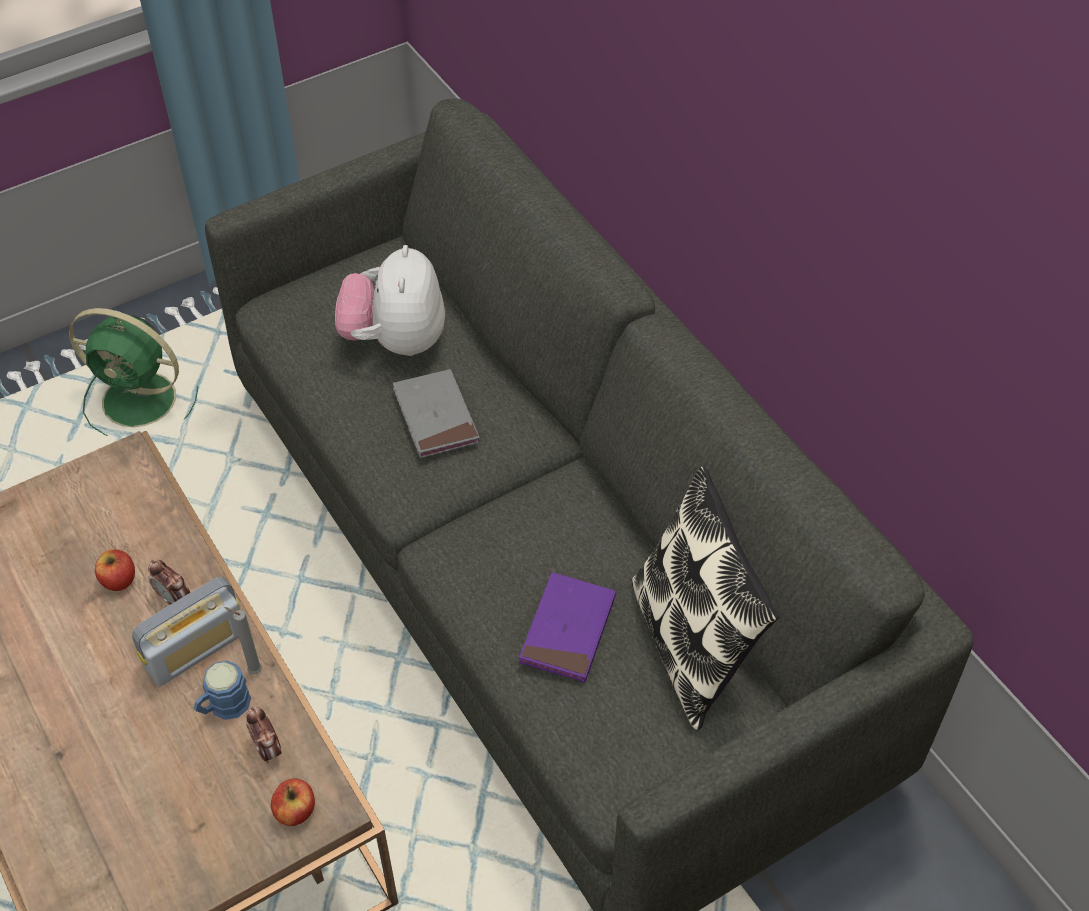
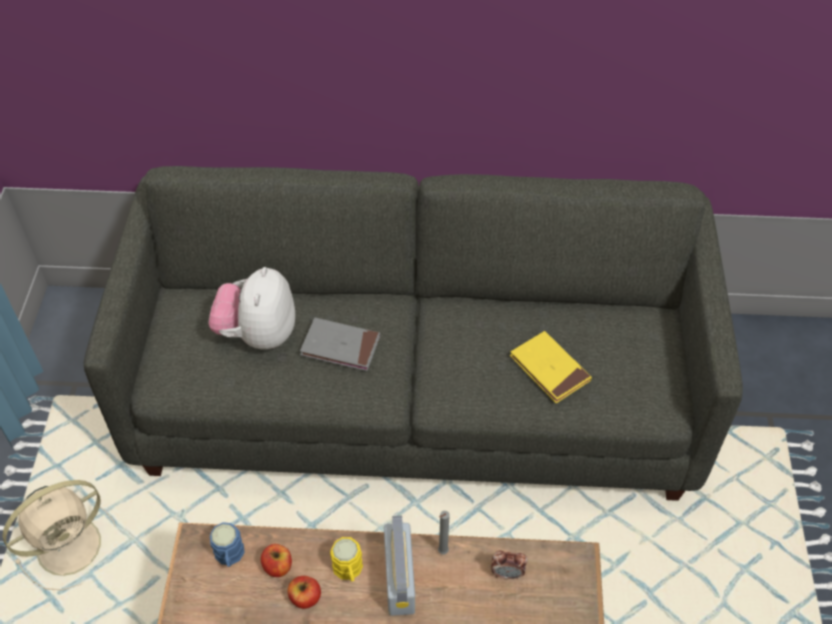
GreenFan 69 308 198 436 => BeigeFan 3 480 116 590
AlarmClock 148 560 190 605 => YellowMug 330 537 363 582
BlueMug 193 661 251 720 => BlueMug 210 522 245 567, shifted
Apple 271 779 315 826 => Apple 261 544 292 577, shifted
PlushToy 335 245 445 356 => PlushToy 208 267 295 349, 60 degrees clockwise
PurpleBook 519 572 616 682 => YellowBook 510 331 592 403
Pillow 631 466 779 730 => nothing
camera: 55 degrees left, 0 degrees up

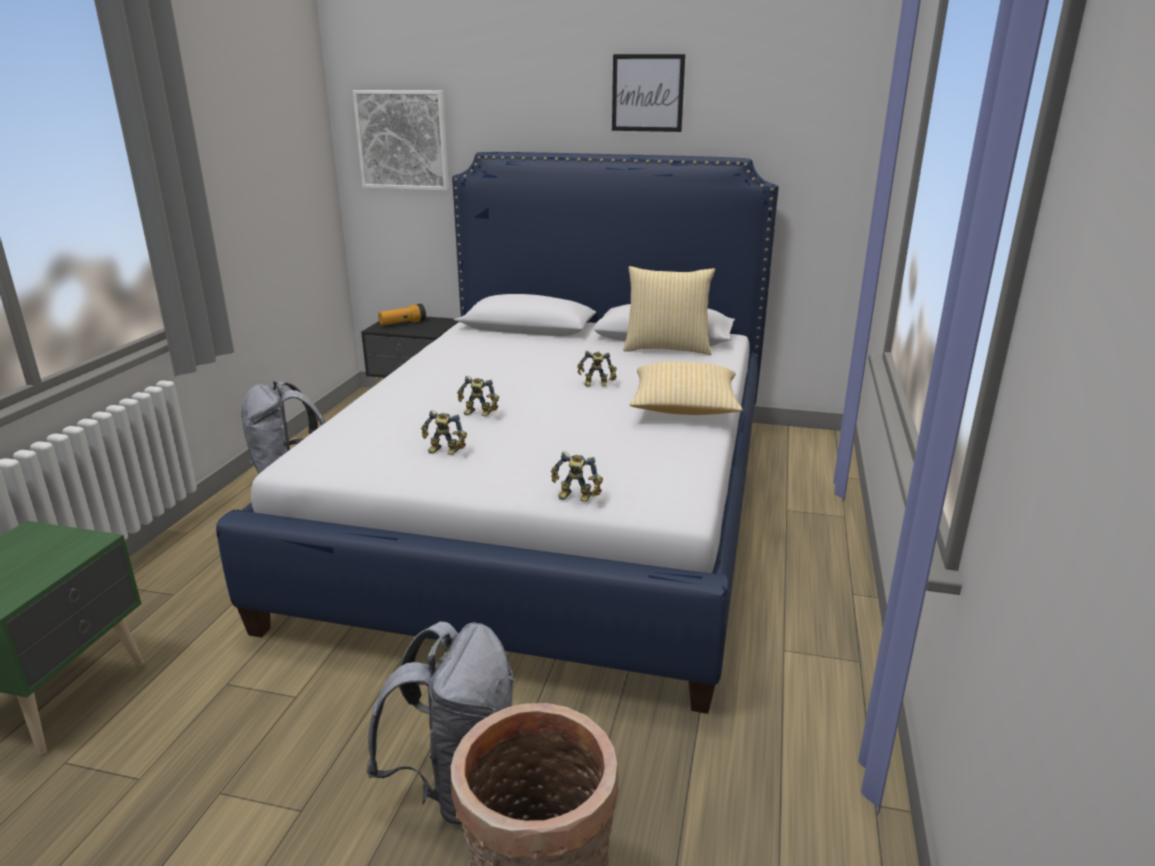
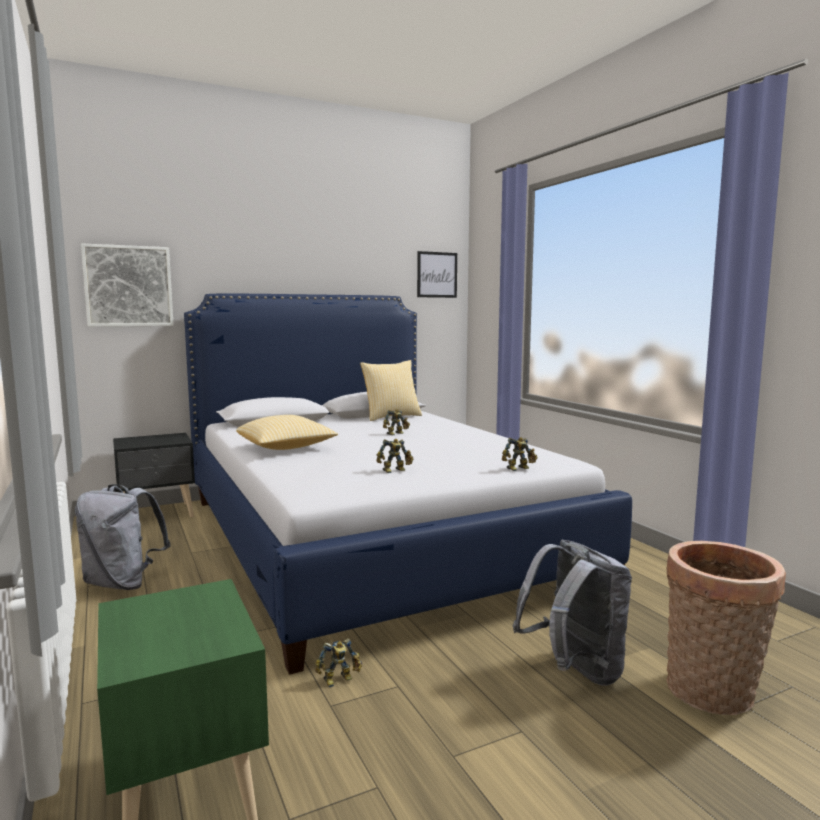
Flashlight 378 304 426 325 => nothing
ToyRobot 457 376 499 416 => ToyRobot 315 638 362 687, shifted
Picture 612 54 685 132 => Picture 417 251 457 298, shifted
Pillow 630 361 743 415 => Pillow 236 415 338 450, shifted
camera: 40 degrees left, 15 degrees down

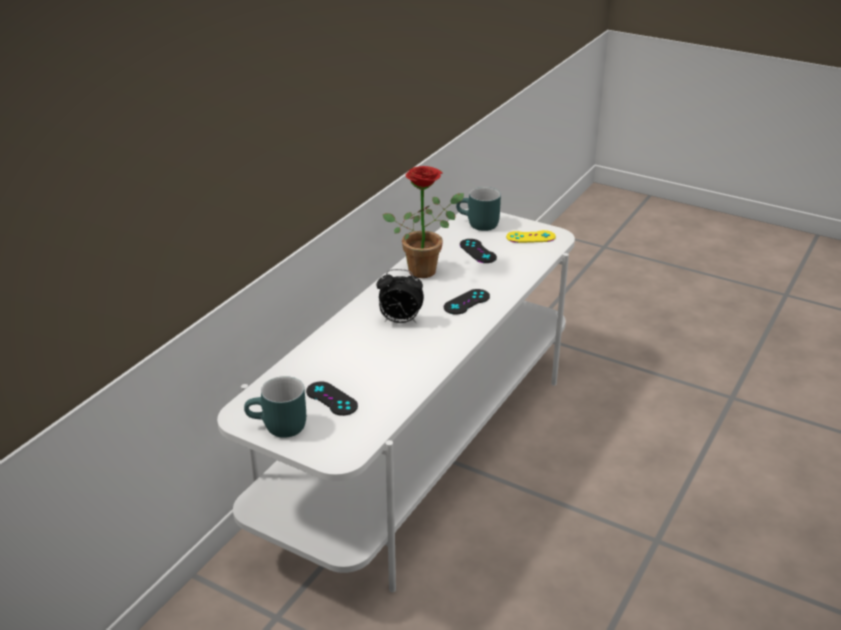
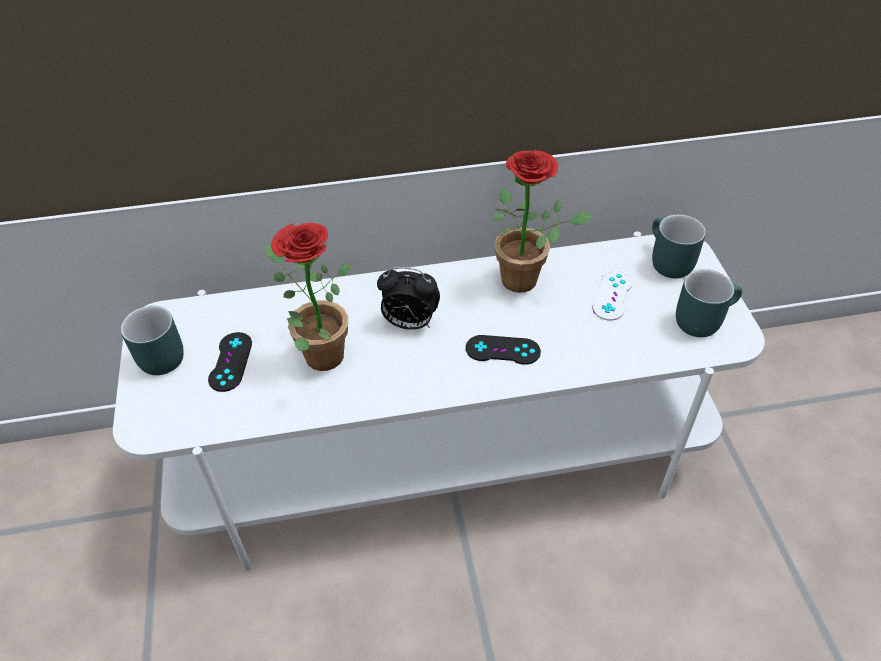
AlarmClock 376 269 424 323 => AlarmClock 377 267 440 330, 45 degrees counterclockwise
BlackGameController 460 239 497 263 => WhiteGameController 592 270 633 321
YellowGameController 506 230 556 243 => TurquoiseMug 676 269 742 337
nothing => PottedPlant 265 223 351 371
camera: 50 degrees right, 15 degrees up

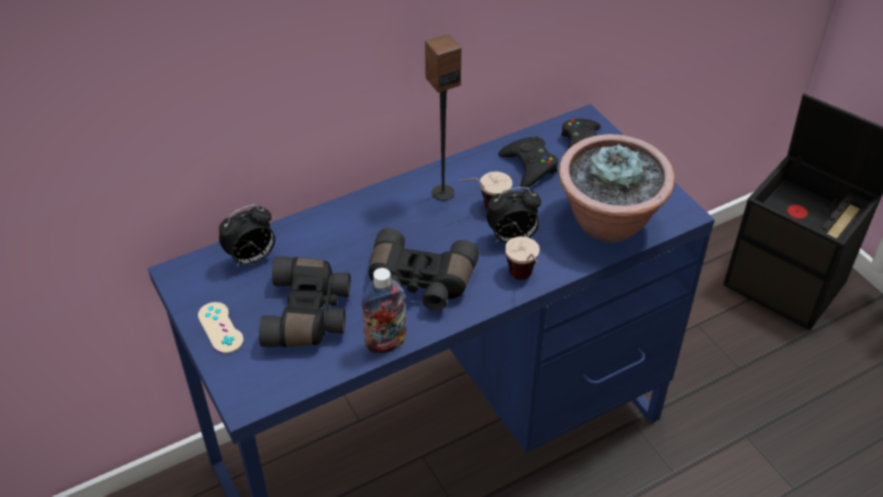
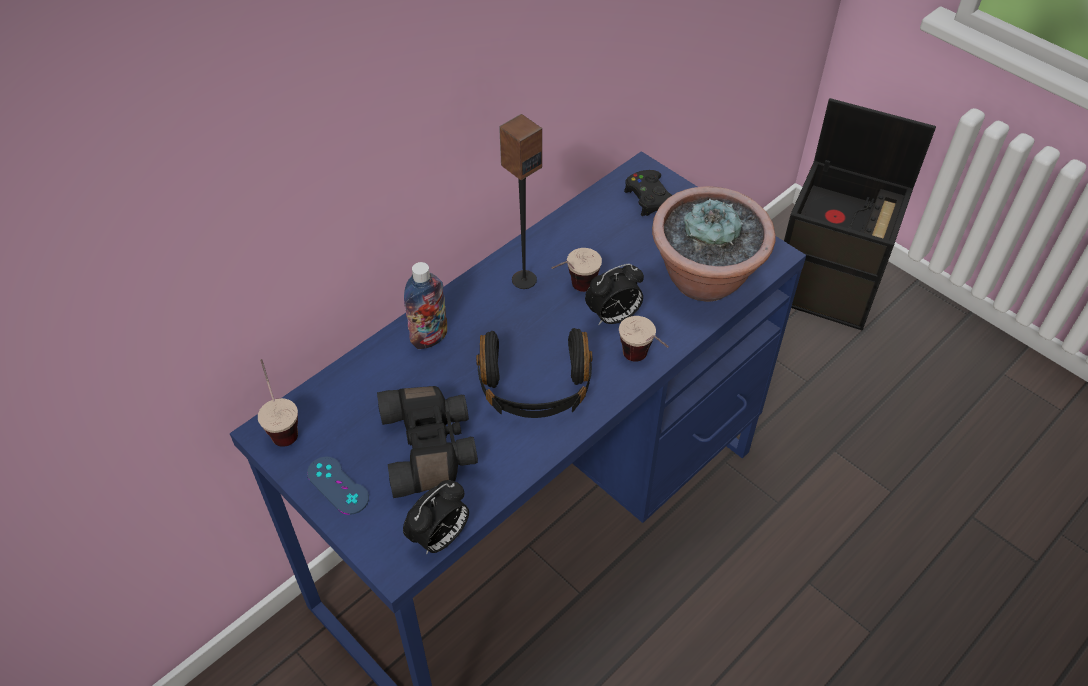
BeigeGameController 198 302 244 354 => BlueGameController 307 457 369 515
AlarmClock 219 204 275 267 => AlarmClock 403 480 469 554, shifted
Bottle 361 268 406 353 => Bottle 404 262 447 349, shifted
BlackBinoculars 369 228 479 311 => BlackHeadphones 476 328 592 418
BlackGameController 498 136 558 189 => nothing
nothing => Cup 258 359 298 447
camera: 15 degrees left, 5 degrees up

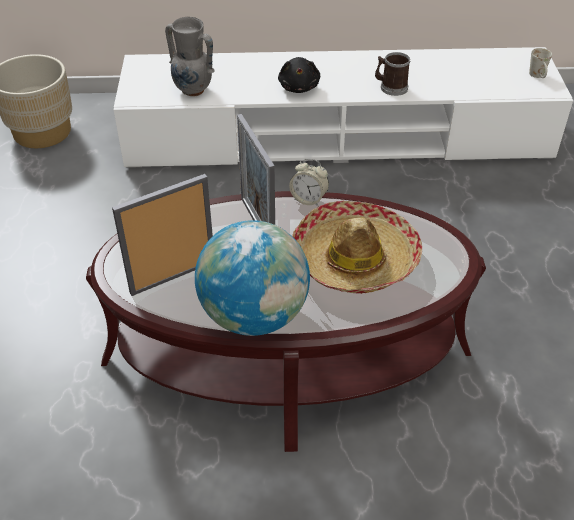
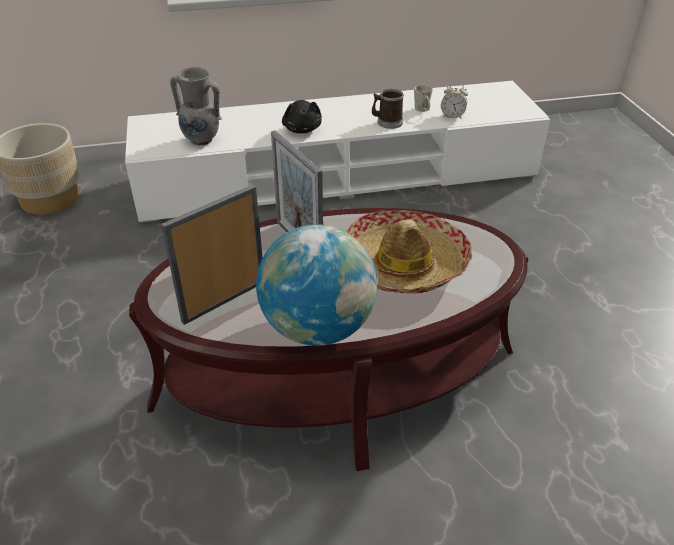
AlarmClock 289 158 329 206 => AlarmClock 441 83 468 118, shifted
WhiteMug 529 48 552 78 => WhiteMug 414 85 433 112, shifted
camera: 10 degrees left, 5 degrees down

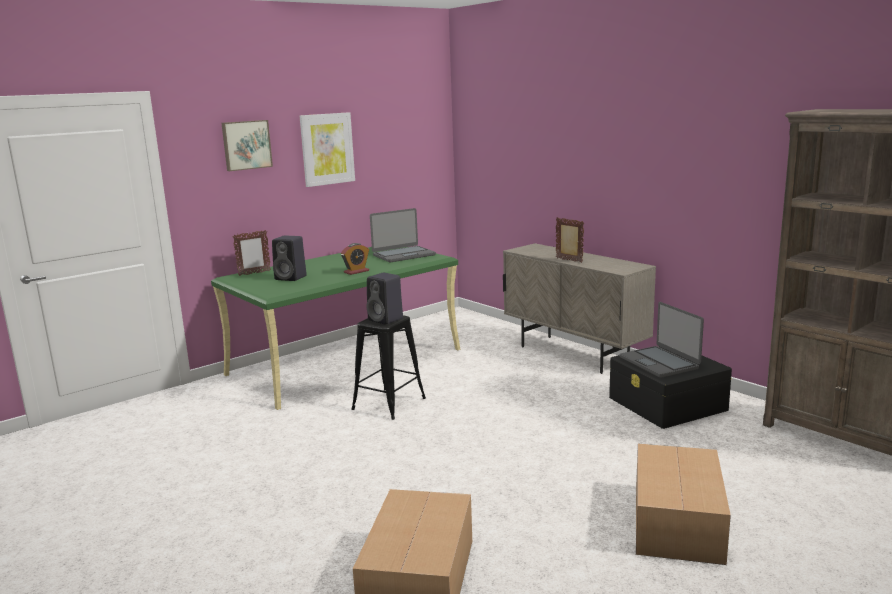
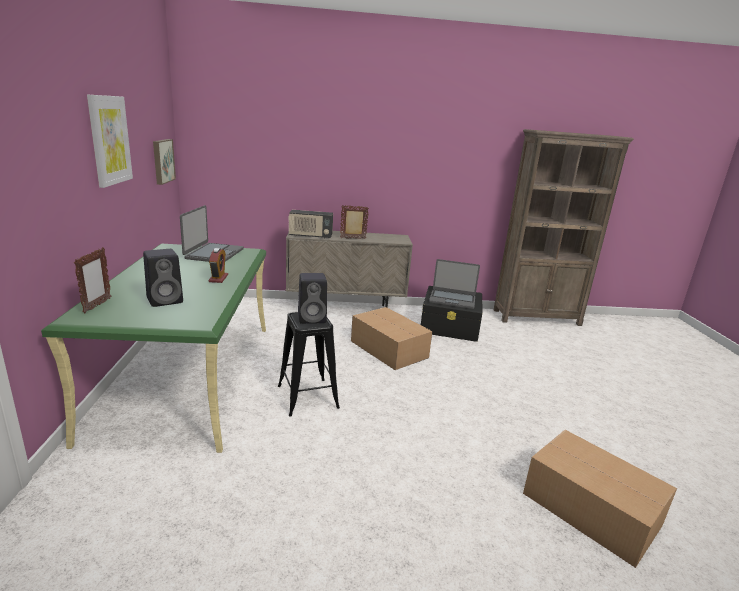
Picture 221 120 273 171 => Picture 153 139 176 185, shifted
CardboardBox 636 444 731 565 => CardboardBox 351 307 433 370, shifted
nothing => Radio 288 210 333 239
camera: 55 degrees left, 5 degrees up

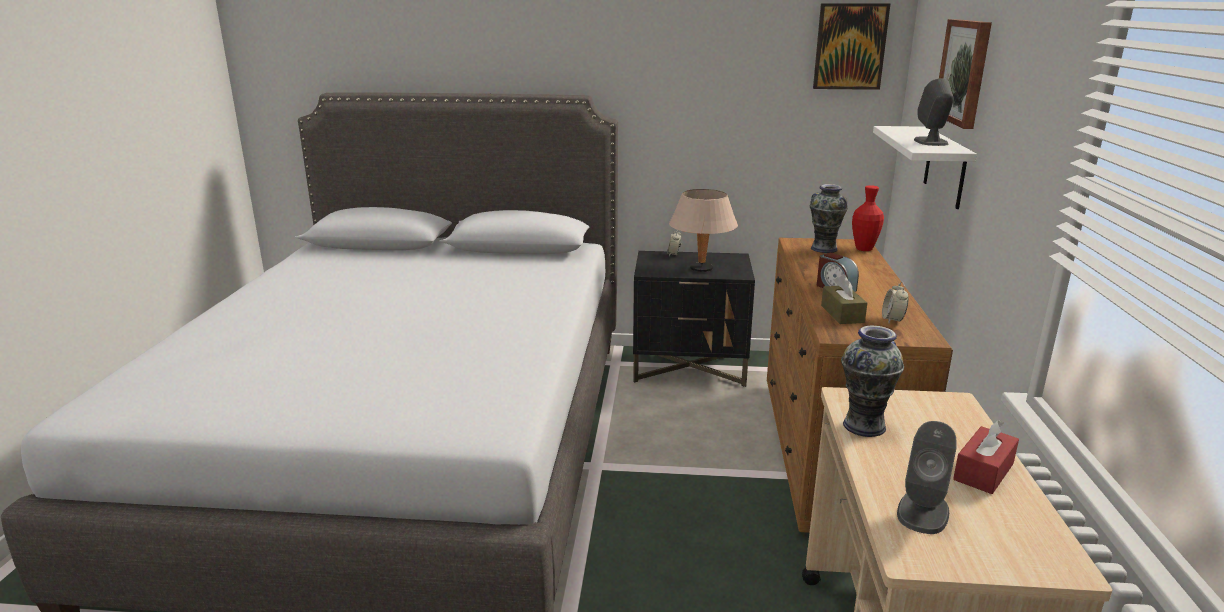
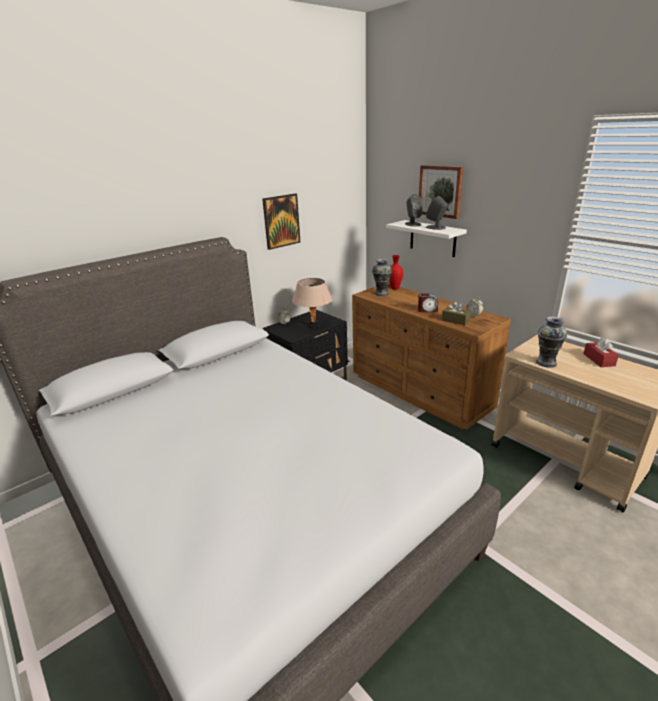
Picture 813 3 890 90 => Picture 262 194 301 250, shifted
GreySpeaker 897 421 957 534 => GreySpeaker 405 194 423 227, shifted
camera: 45 degrees left, 5 degrees up

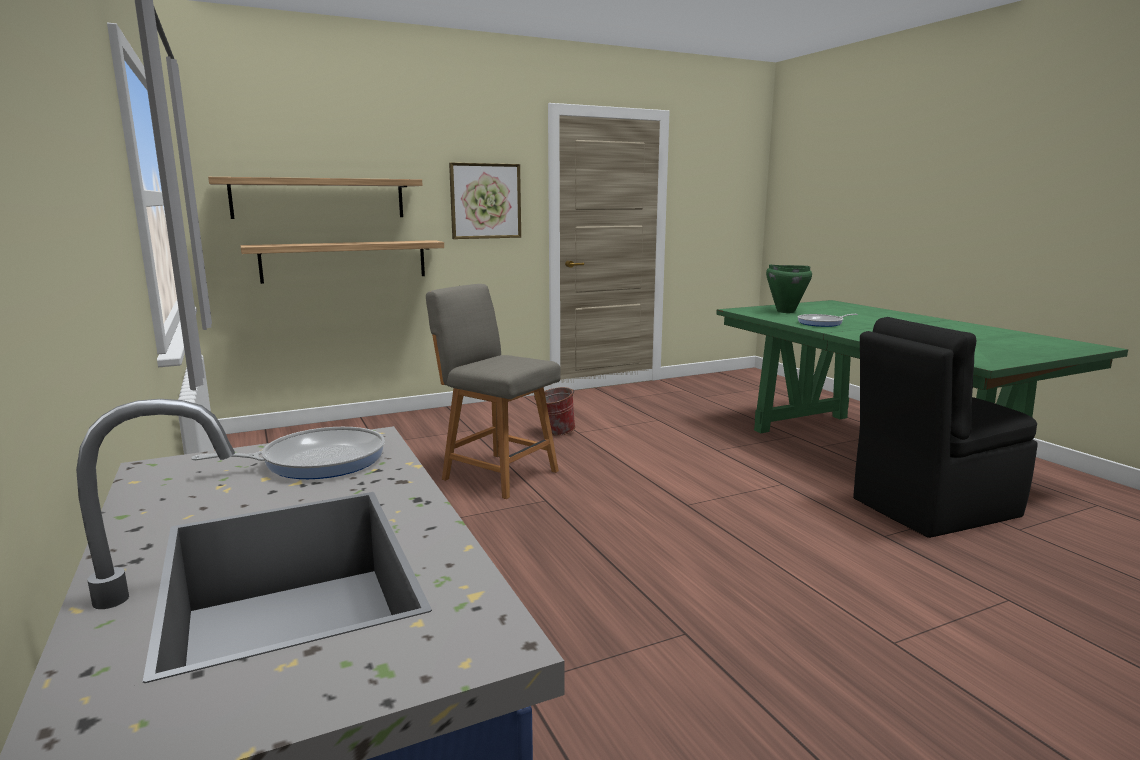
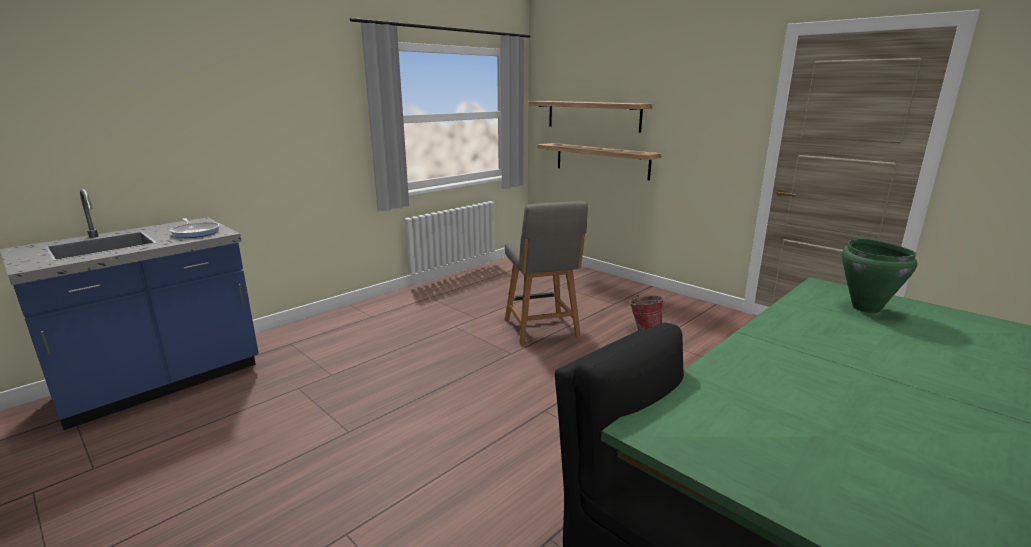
GreyChair 426 284 561 499 => GreyChair 505 201 588 345, 150 degrees clockwise
Picture 449 163 521 239 => nothing
FryingPan 798 314 858 327 => nothing
camera: 70 degrees right, 5 degrees up

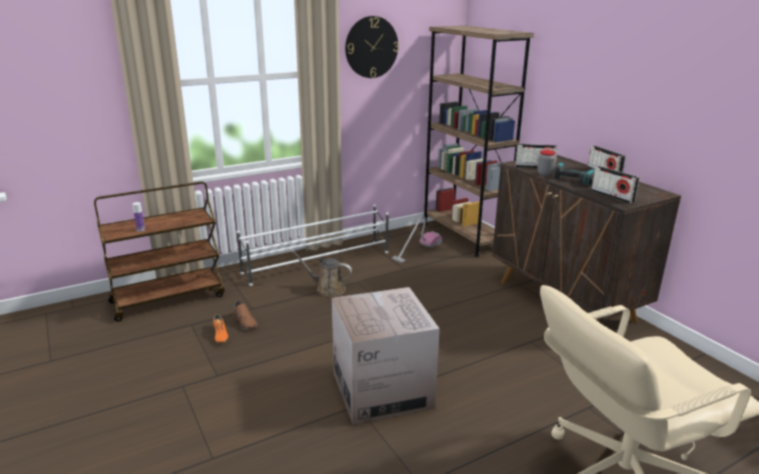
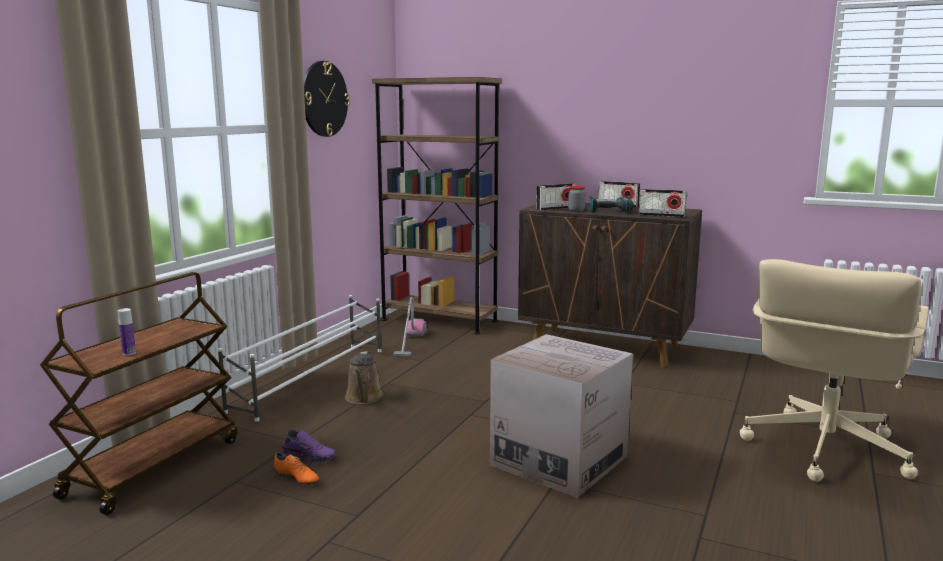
BrownShoe 233 301 258 330 => PurpleShoe 281 430 337 463
BrownWateringCan 292 251 352 297 => BrownWateringCan 345 351 384 404, 75 degrees counterclockwise
camera: 35 degrees left, 10 degrees down

